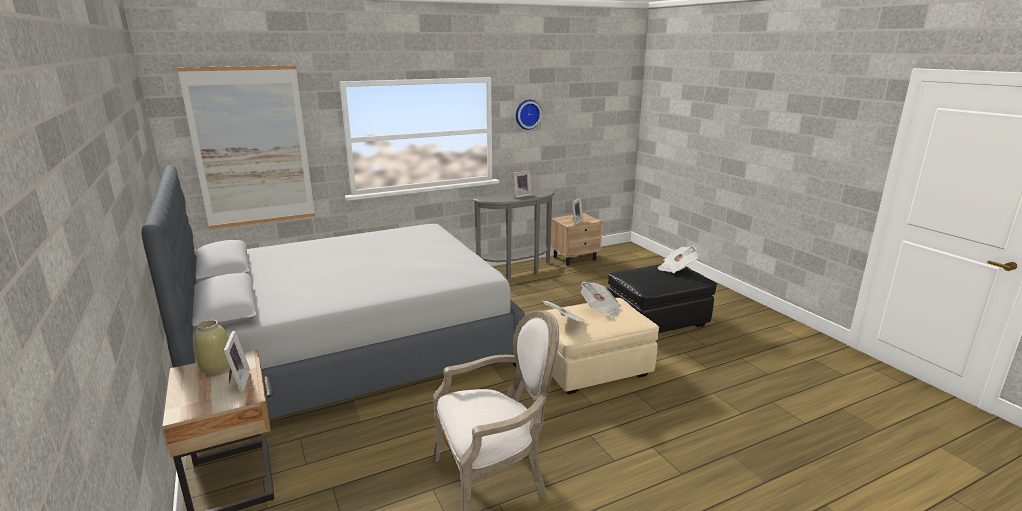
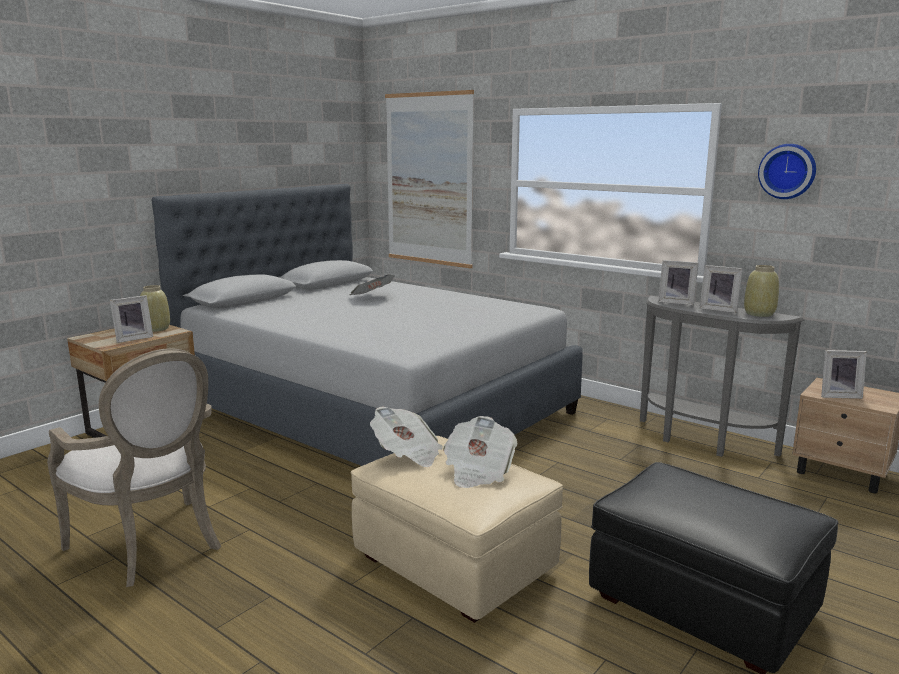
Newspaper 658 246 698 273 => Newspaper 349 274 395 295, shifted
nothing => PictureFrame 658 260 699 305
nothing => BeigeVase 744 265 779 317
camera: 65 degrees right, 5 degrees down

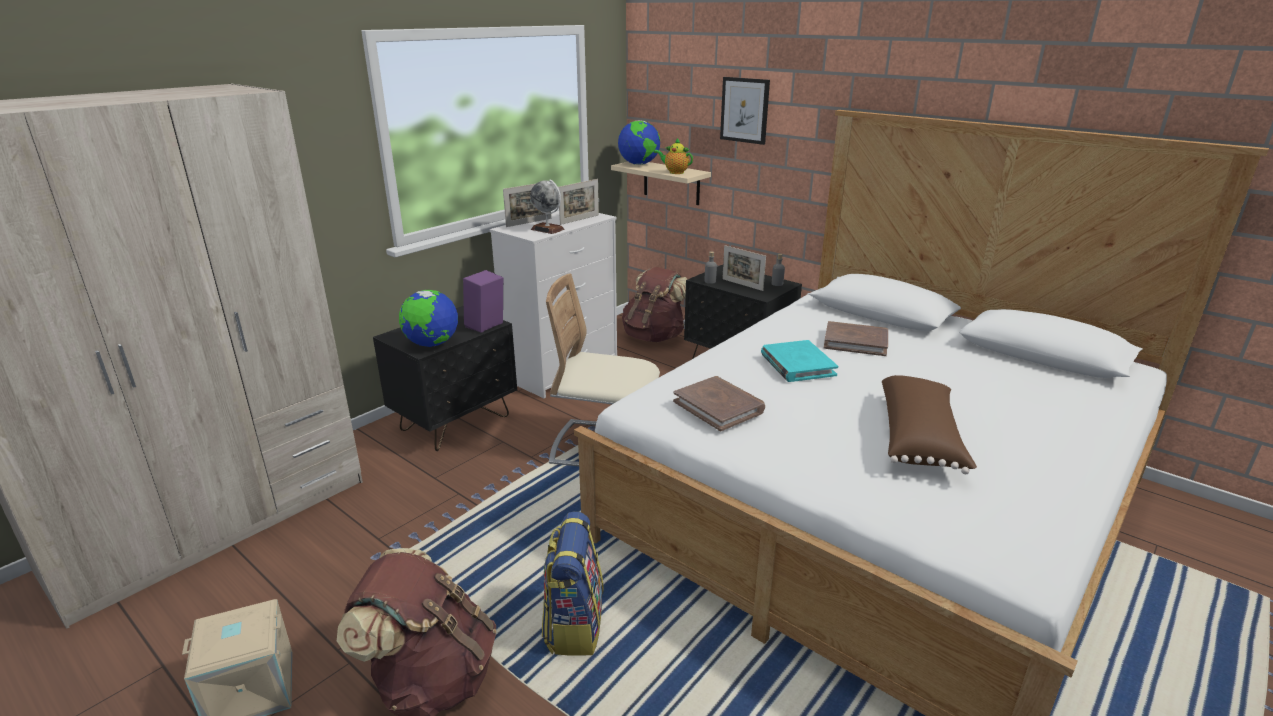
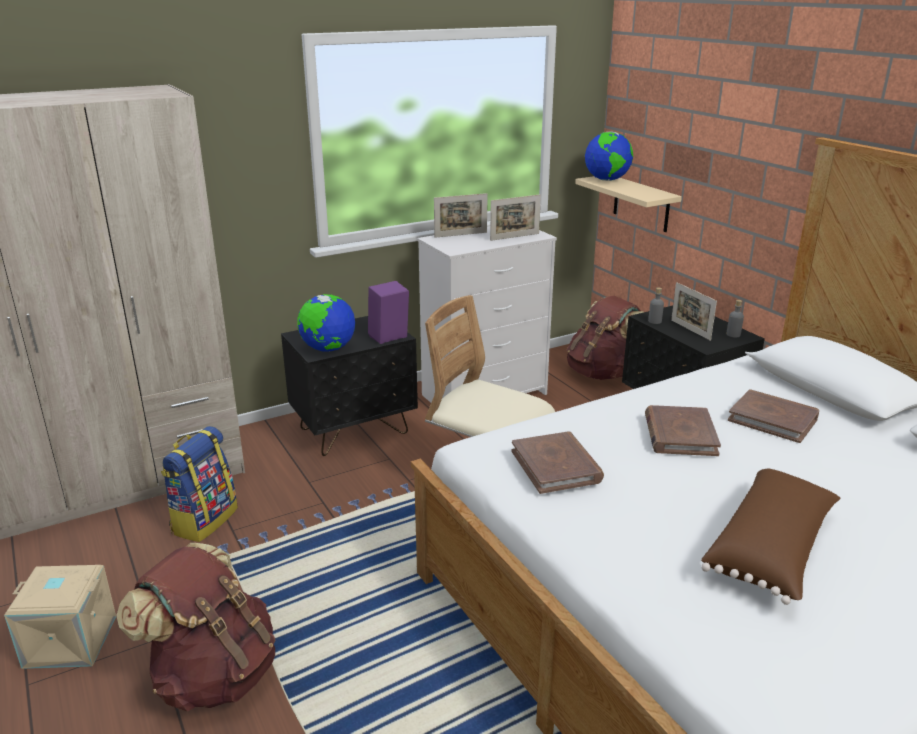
Globe 530 180 564 234 => nothing
Backpack 542 512 604 656 => Backpack 161 426 238 542, shifted
Teapot 654 138 693 174 => nothing
Picture 720 77 770 145 => nothing
TurquoiseBook 761 340 838 382 => BrownBook 645 405 721 456
camera: 20 degrees right, 0 degrees up

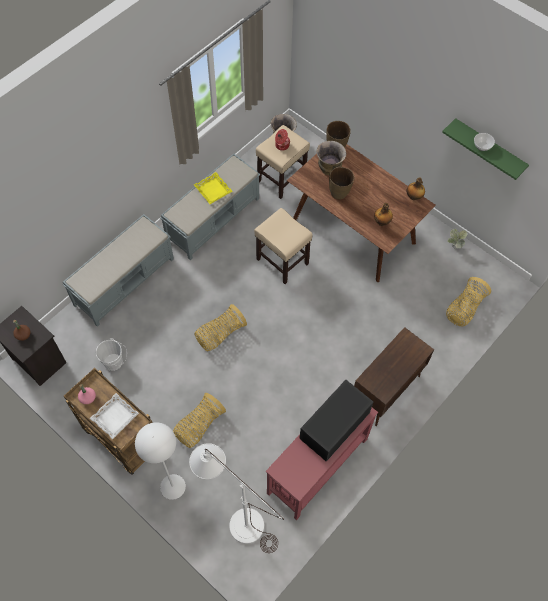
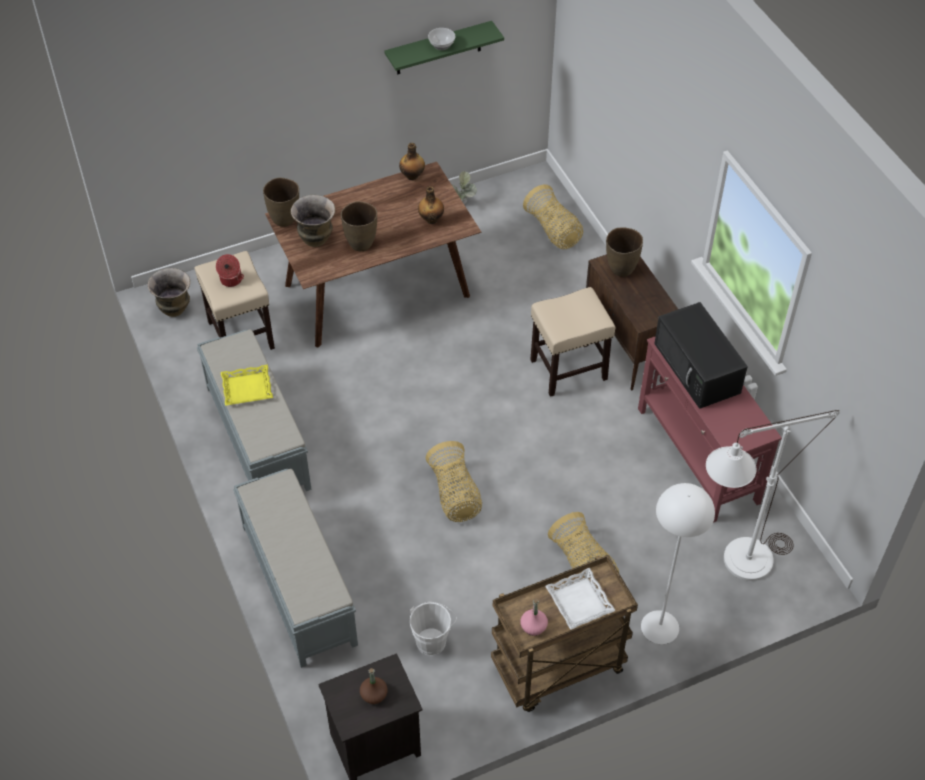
BeigeStool 254 208 313 284 => BeigeStool 530 287 615 397, shifted
nothing => BrownVase 606 227 643 277
camera: 65 degrees left, 10 degrees down

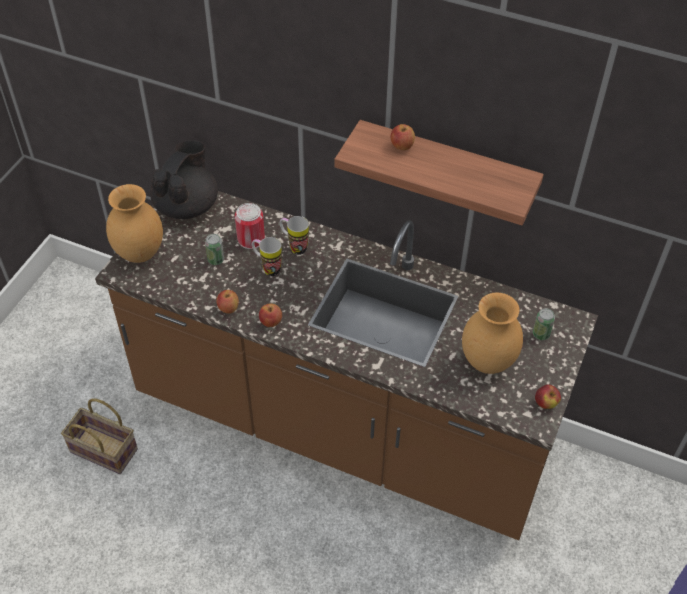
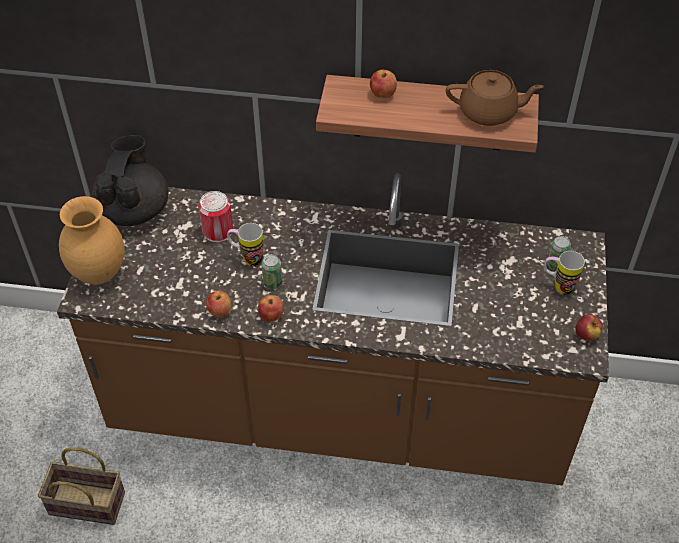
Can 205 234 224 265 => Can 262 254 282 289, shifted
Mug 280 216 309 255 => Mug 544 251 585 295, shifted
BrownVase 462 293 523 374 => nothing
nothing => BrownTeapot 446 70 544 126
camera: 15 degrees left, 0 degrees up

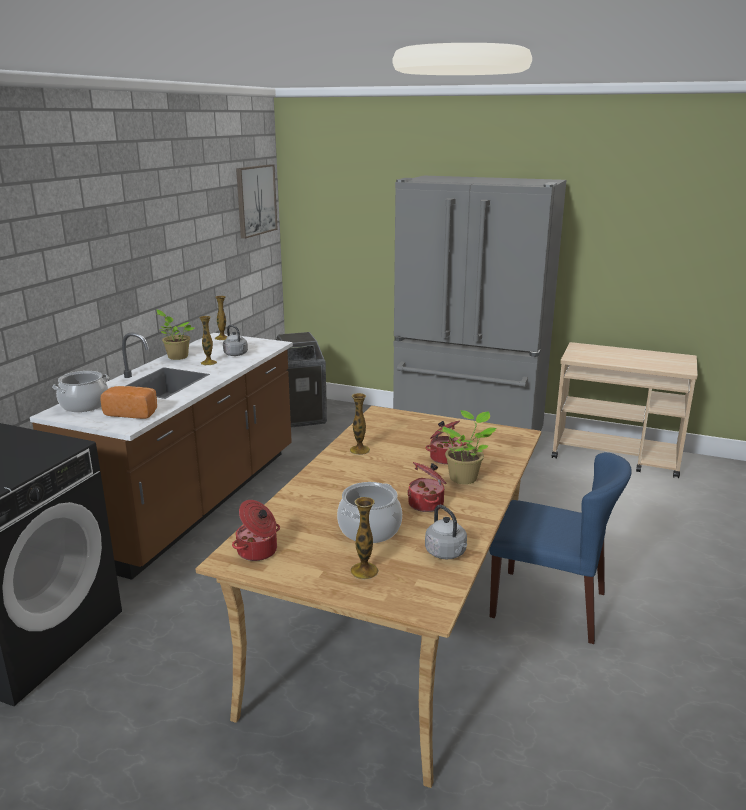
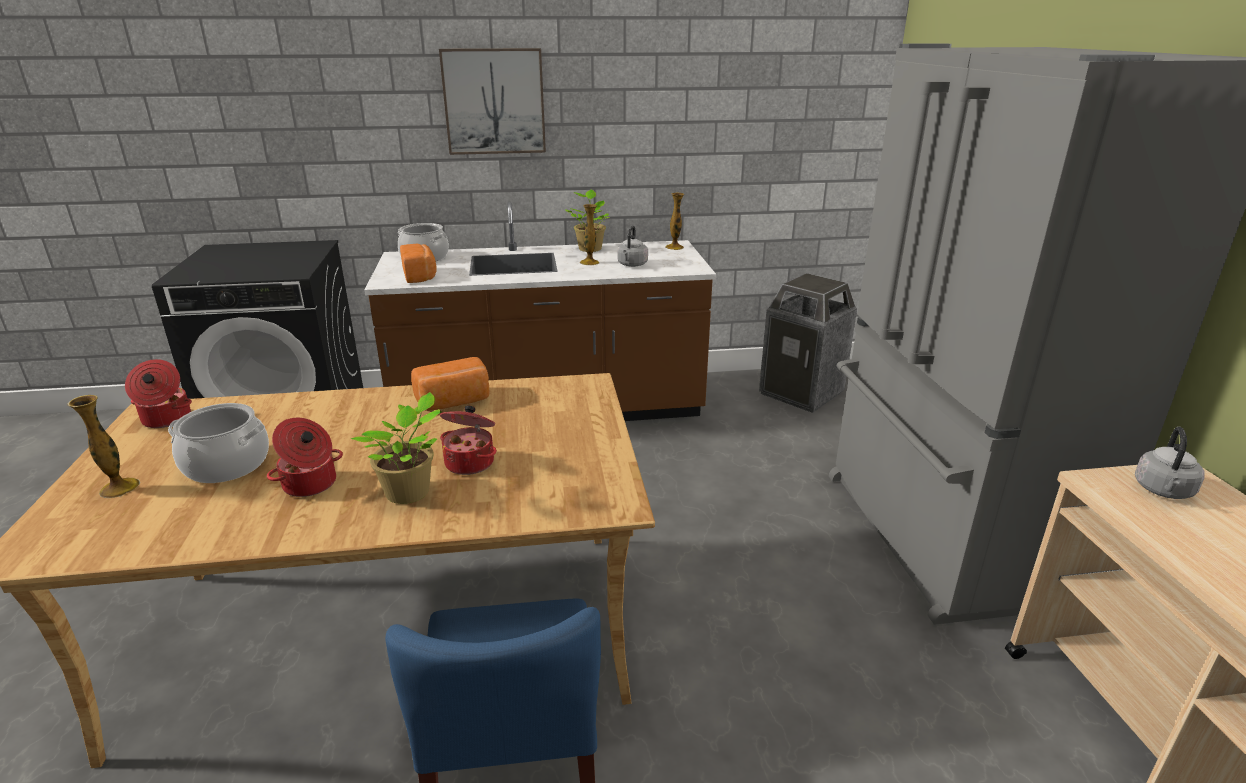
Picture 236 164 278 239 => Picture 439 48 546 155, shifted
Vase 350 393 370 455 => Bread 411 357 489 411
GreyKettle 425 505 467 559 => GreyKettle 1135 427 1205 499, shifted
camera: 60 degrees right, 5 degrees up

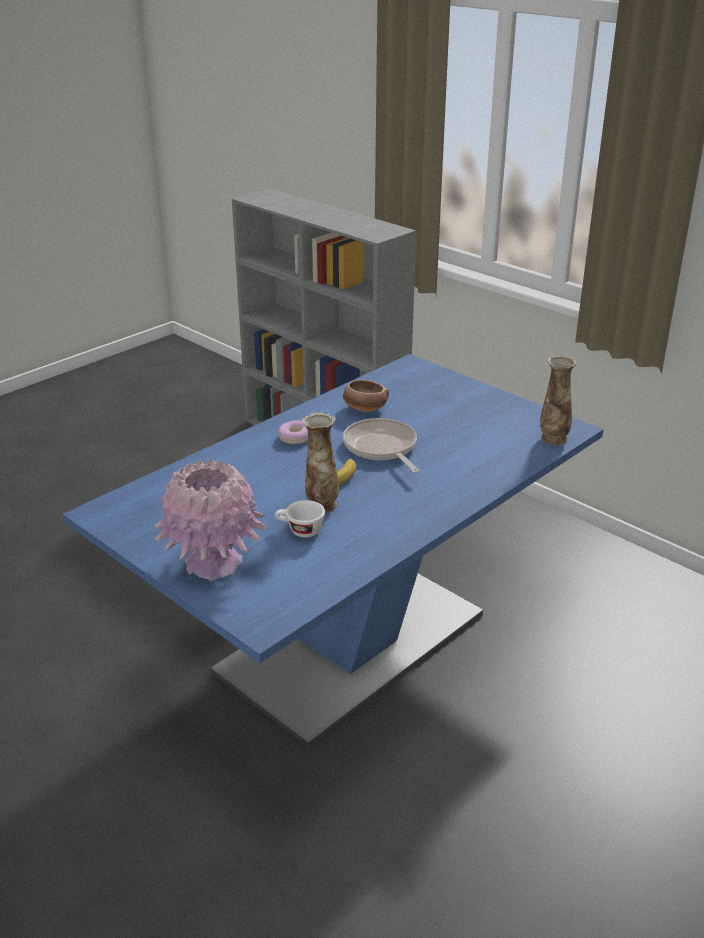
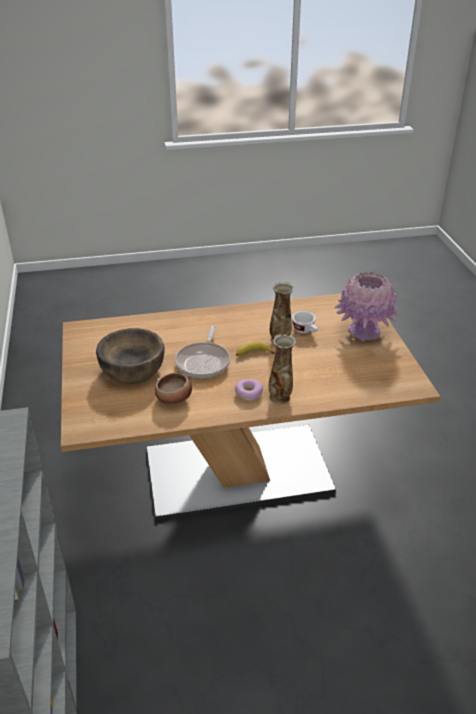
BlueDiningTable 63 354 603 748 => BrownDiningTable 61 293 441 520
Vase 540 354 577 445 => Vase 269 334 296 404, shifted
nothing => BrownBowl 96 328 165 384
camera: 145 degrees left, 5 degrees up

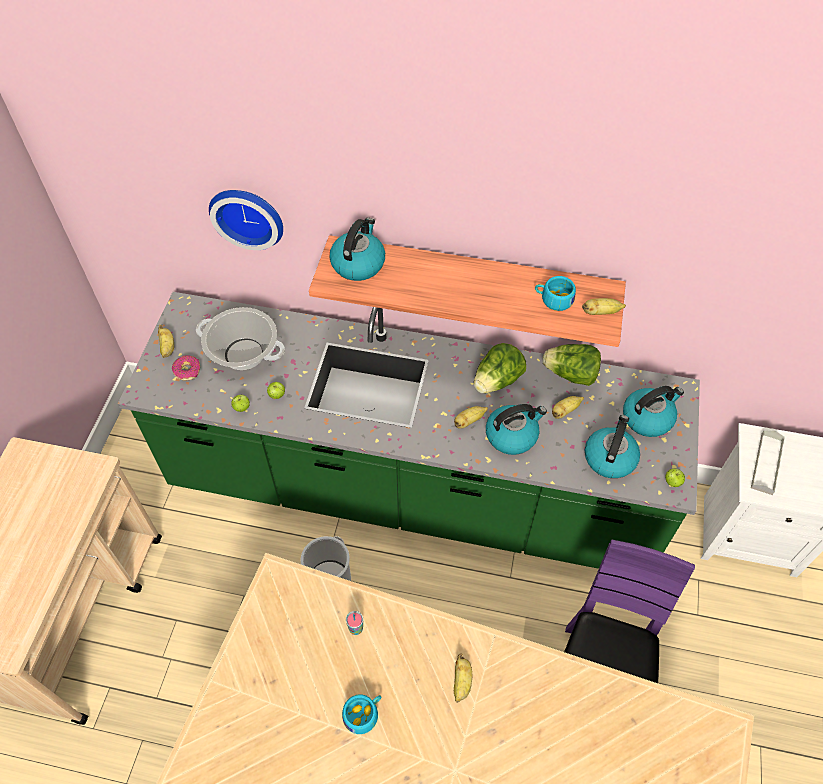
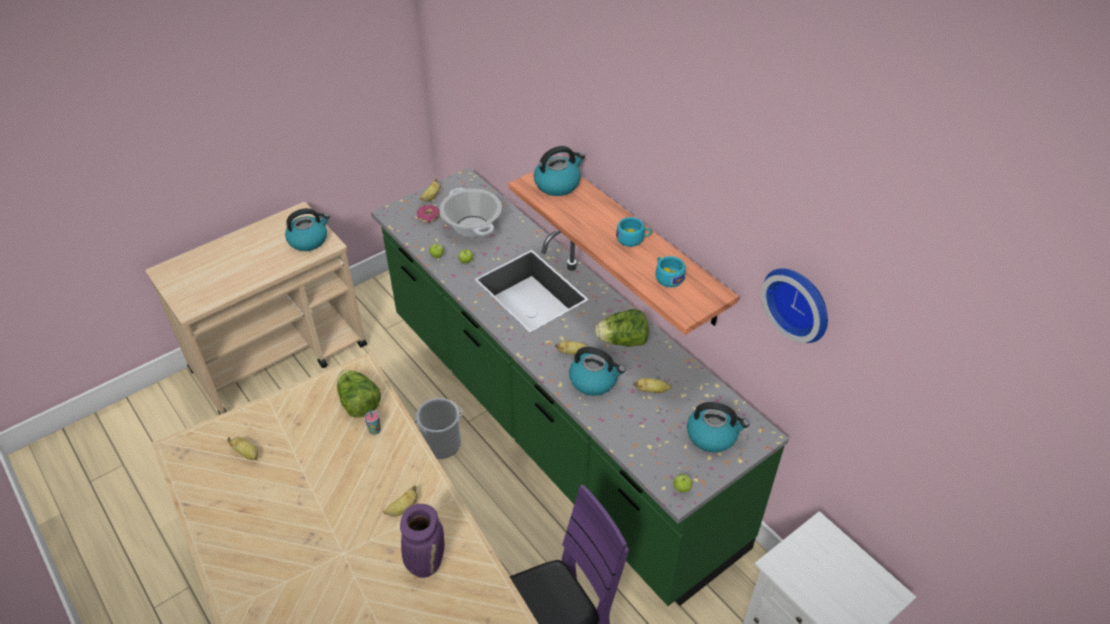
WallClock 209 190 283 250 => WallClock 761 268 828 343, shifted
TurquoiseCup 342 694 381 734 => TurquoiseCup 616 217 652 247, shifted
Lettuce 543 344 601 386 => Lettuce 337 370 381 418, shifted
Banana 582 298 626 315 => Banana 227 437 258 460, shifted
Kettle 585 415 640 478 => Kettle 285 208 330 251, shifted
GreyTray 751 430 785 495 => nothing
nothing => PurpleVase 400 504 445 578
camera: 40 degrees right, 10 degrees down

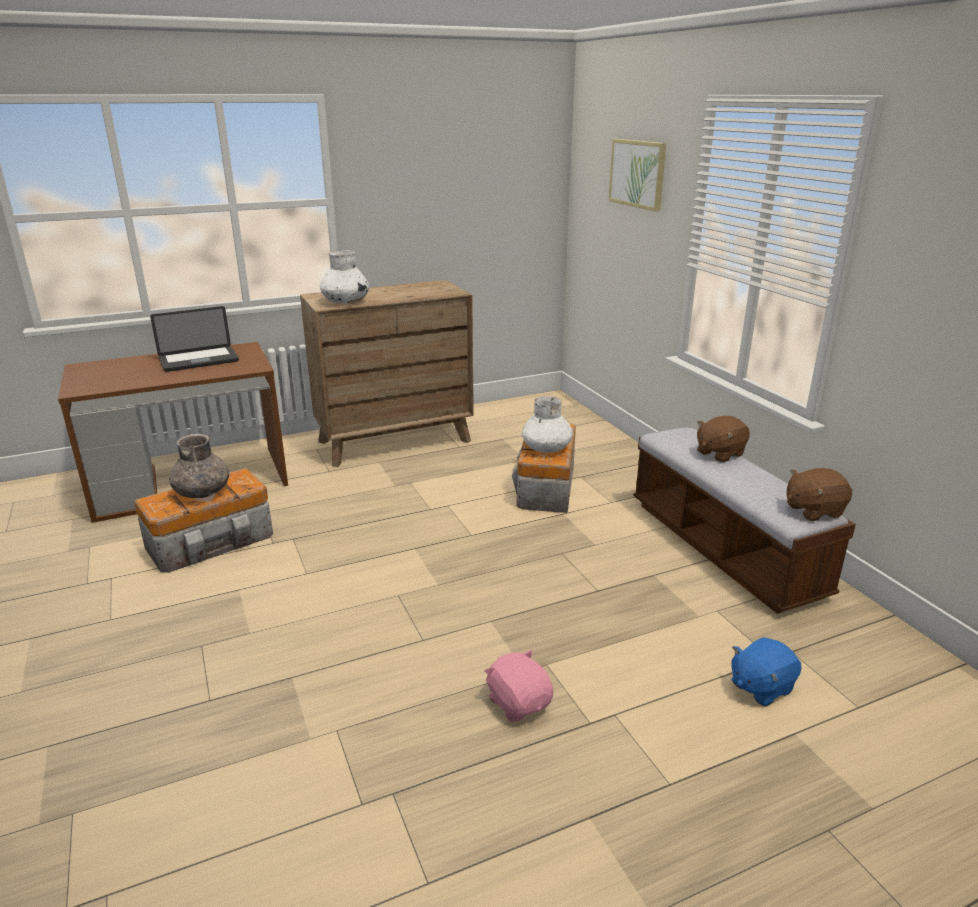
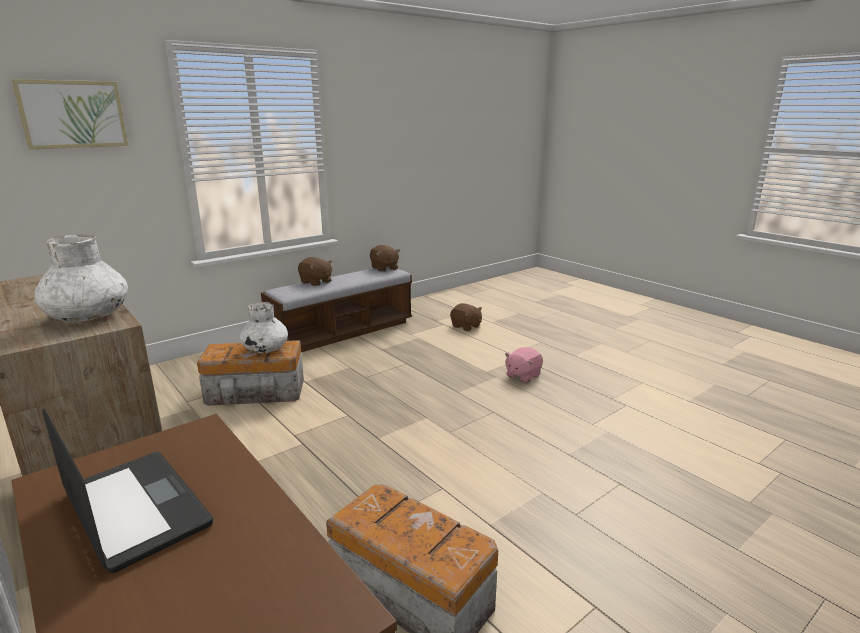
GreyVase 169 434 230 498 => nothing
BluePlushToy 731 637 802 707 => BrownPlushToy 450 303 482 331
camera: 105 degrees left, 5 degrees down

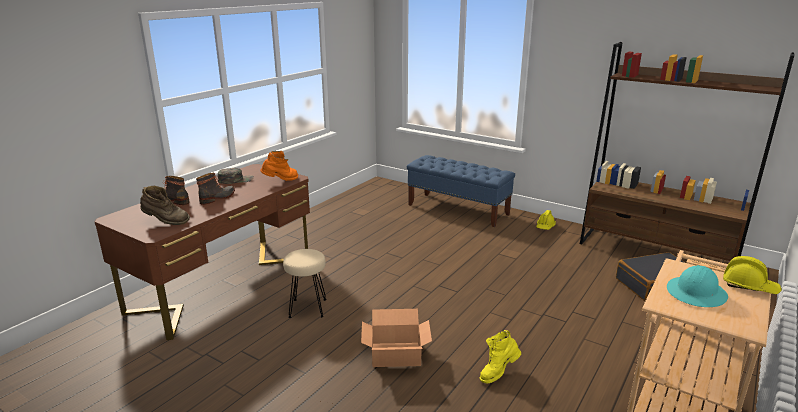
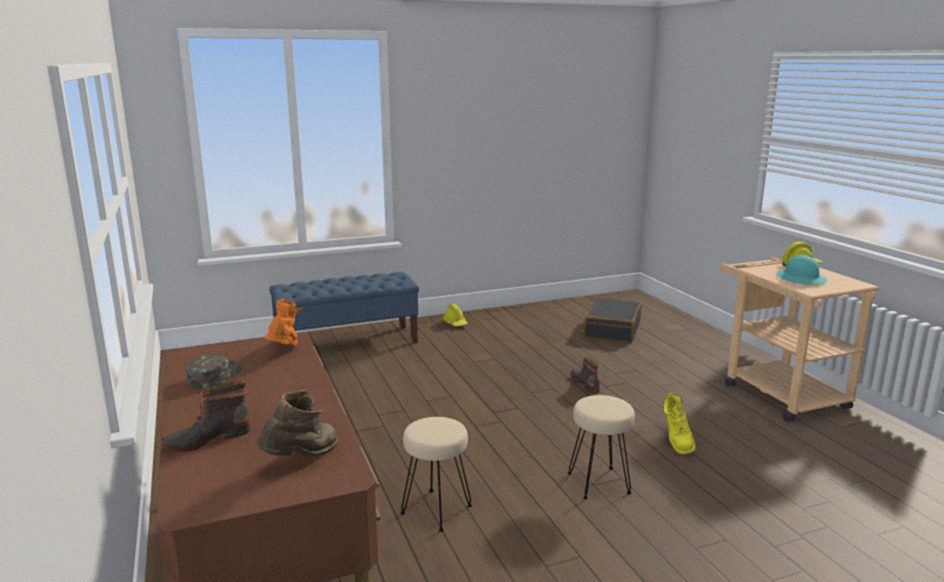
Boot 196 172 235 205 => Boot 570 357 600 394, shifted
CardboardBox 361 309 432 367 => BeigeStool 568 395 635 499
BrownBookcase 580 42 795 261 => nothing
camera: 55 degrees left, 5 degrees down

